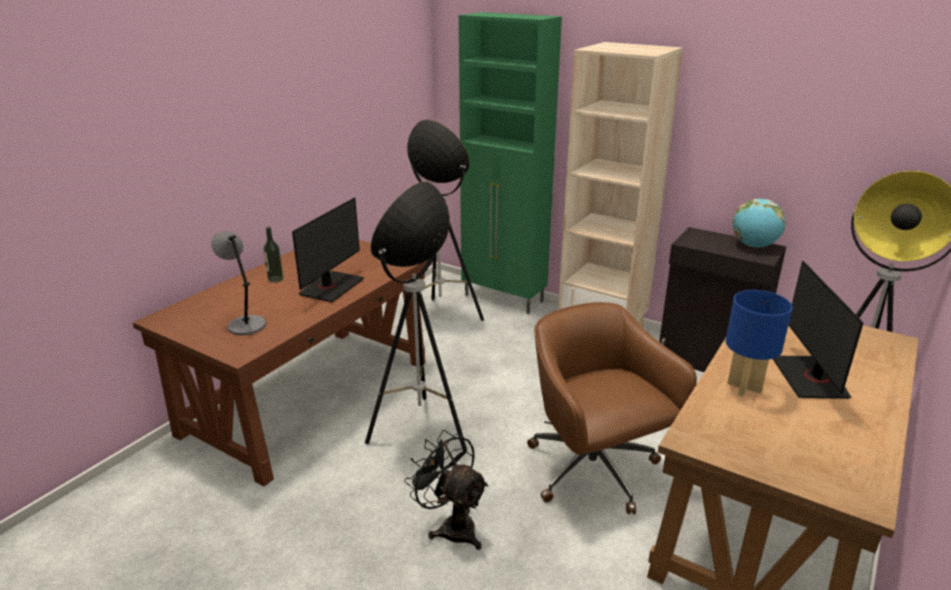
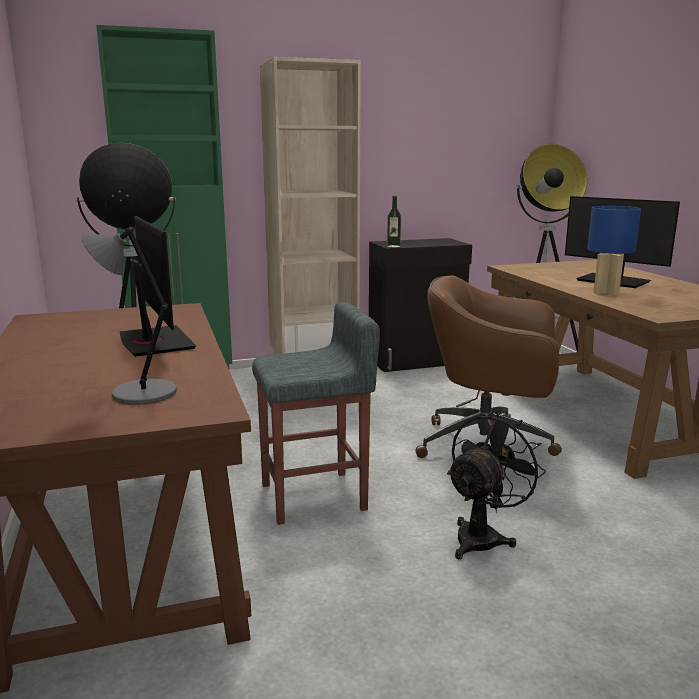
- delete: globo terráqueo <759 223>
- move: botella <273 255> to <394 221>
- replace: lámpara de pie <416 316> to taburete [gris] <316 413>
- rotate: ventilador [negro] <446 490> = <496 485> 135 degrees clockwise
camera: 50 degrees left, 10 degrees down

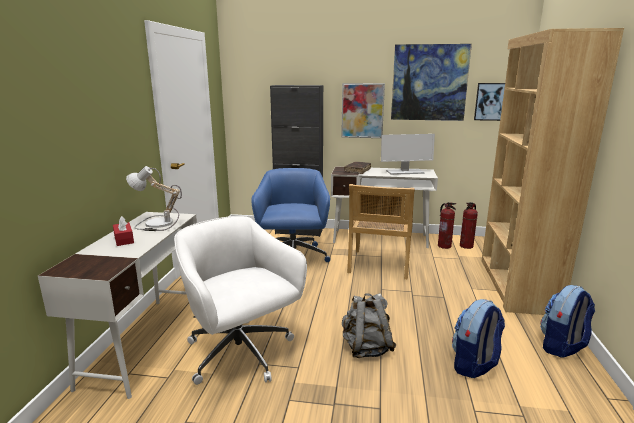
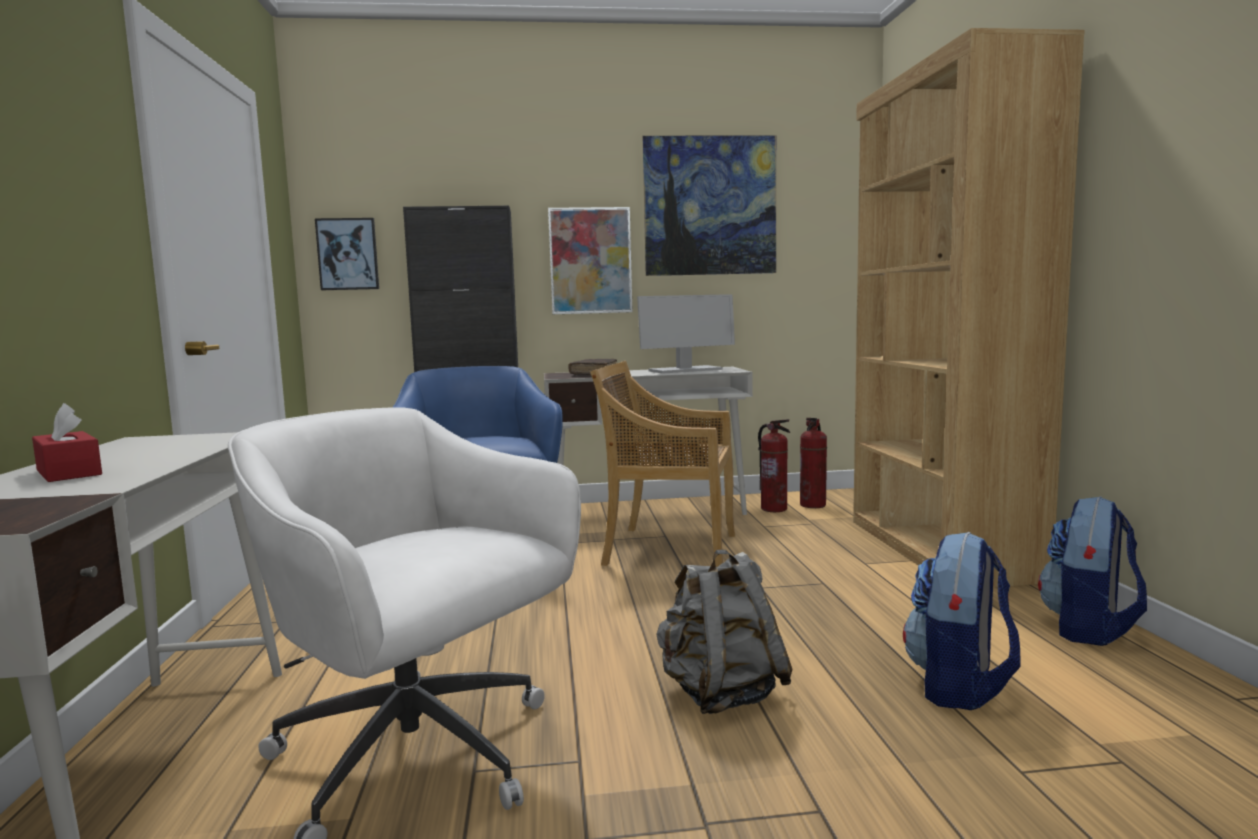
- delete: lámpara de mesa <154 198>
- move: cuadro <489 102> to <347 254>
- rotate: silla [beis] <381 231> = <662 464> 105 degrees clockwise
camera: 15 degrees left, 10 degrees down

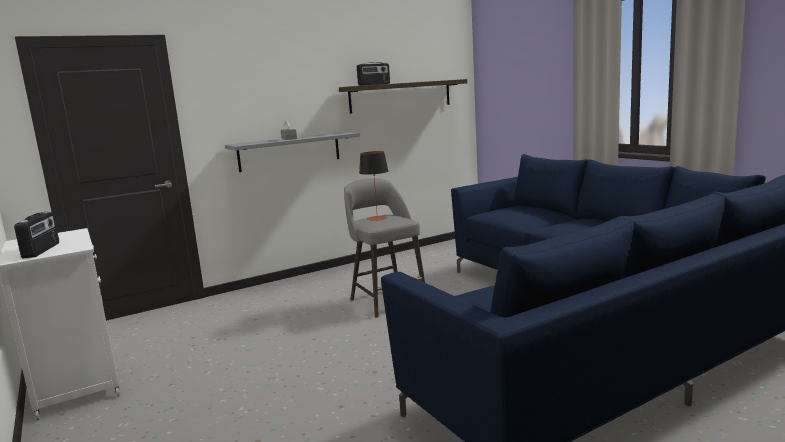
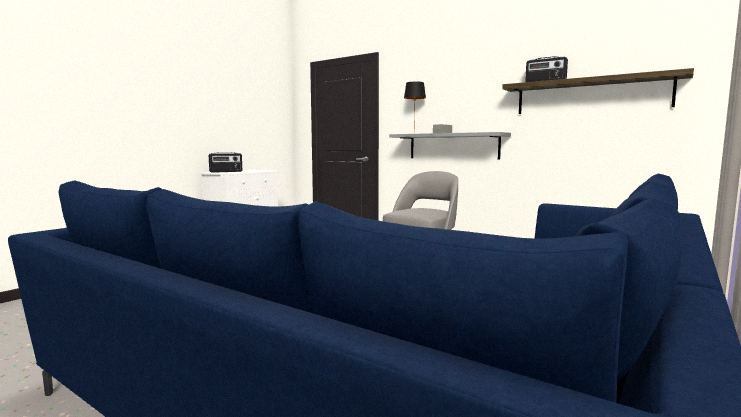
- move: lámpara de mesa <373 186> to <415 107>
camera: 65 degrees right, 5 degrees down

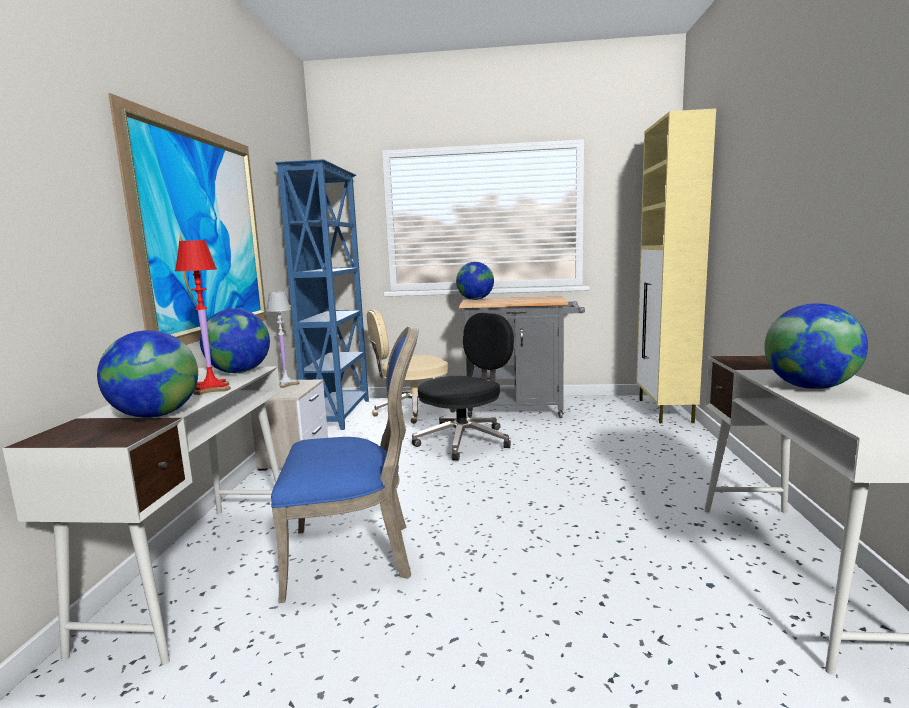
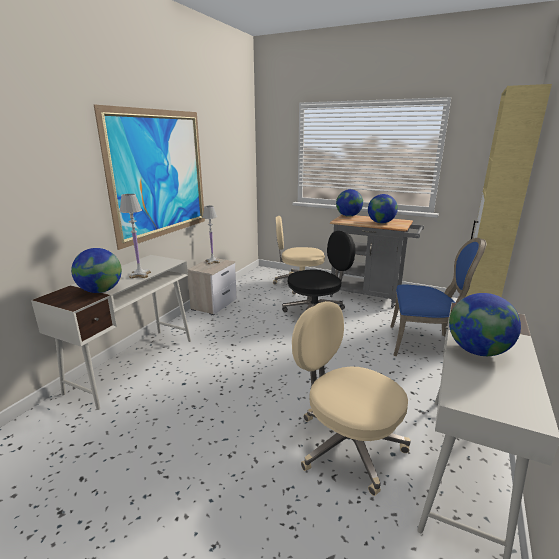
- delete: estantería [azul] <322 294>
- insert: silla de oficina [beis] <351 398>
- move: globo terráqueo <235 340> to <383 209>
- move: silla [azul] <345 465> to <438 297>
- recolor: lámpara de mesa [rojo] <203 317> to lámpara de mesa [blanco] <135 236>
camera: 20 degrees right, 10 degrees up

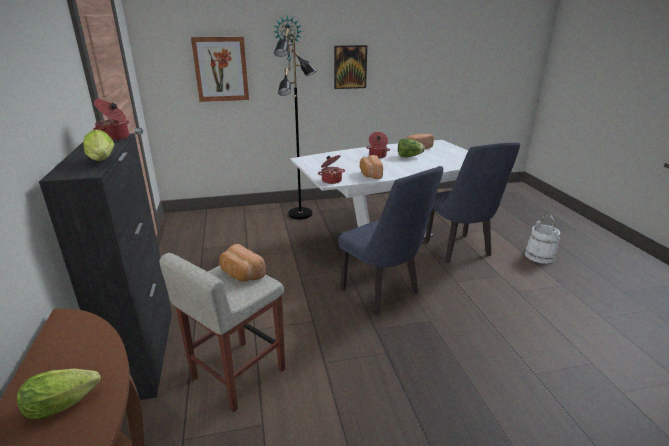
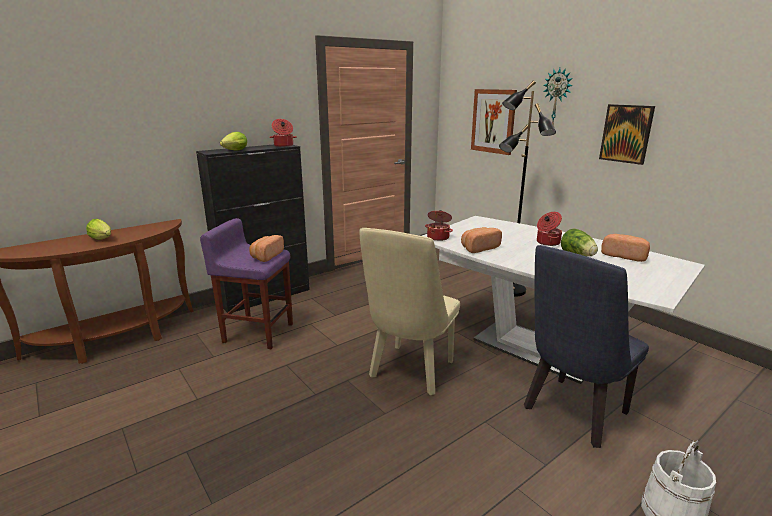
- recolor: taburete [beis] <222 332> to taburete [morado] <246 283>
- recolor: silla [azul] <390 240> to silla [beis] <409 311>
camera: 65 degrees right, 5 degrees down

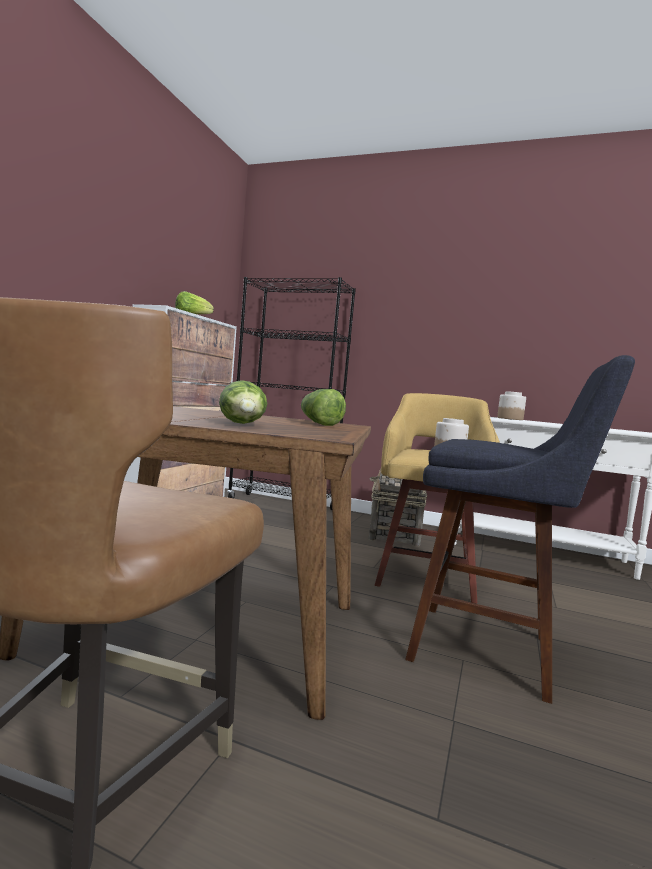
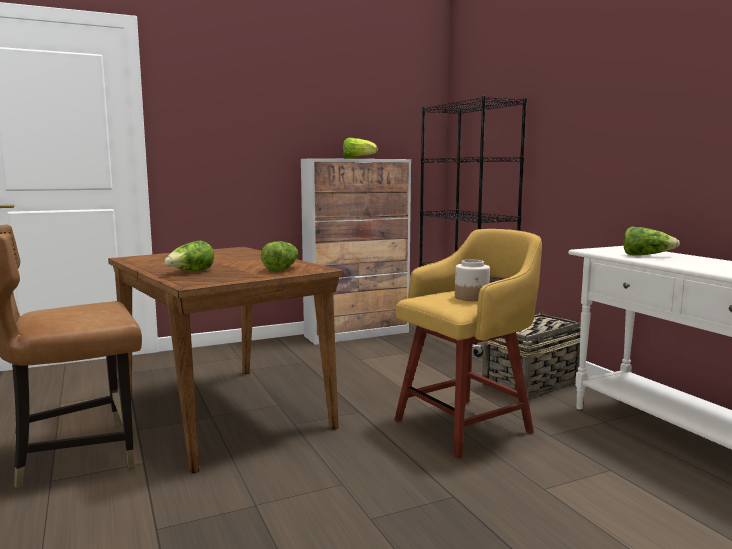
- delete: taburete [azul] <520 529>
- replace: tarro <511 405> to lechuga <651 241>
camera: 45 degrees right, 5 degrees up

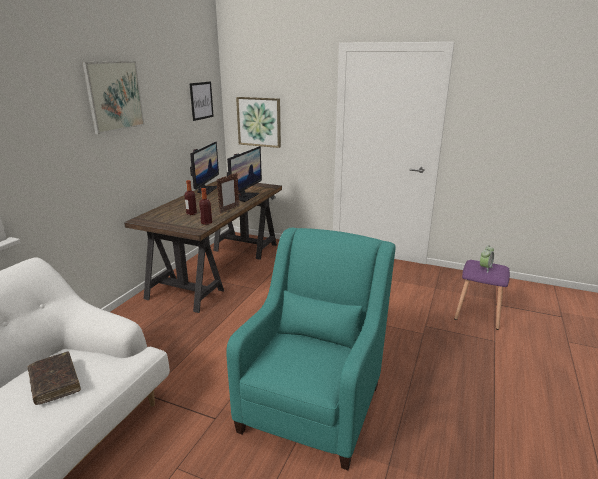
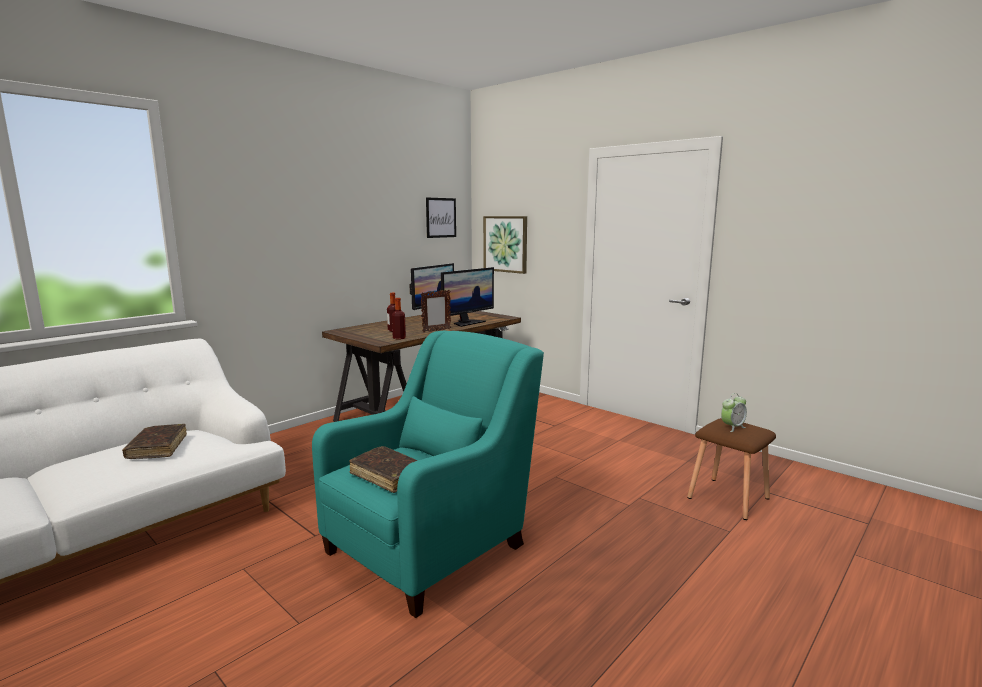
- delete: cuadro <113 97>
- insert: libro [marrón] <383 469>
- recolor: taburete [morado] <482 295> to taburete [marrón] <731 469>
camera: 20 degrees right, 10 degrees down

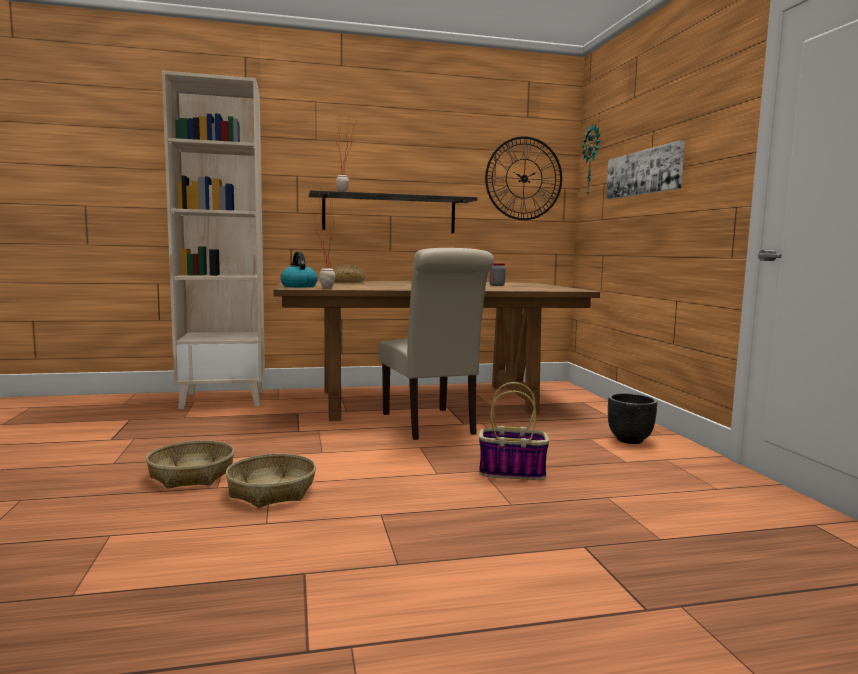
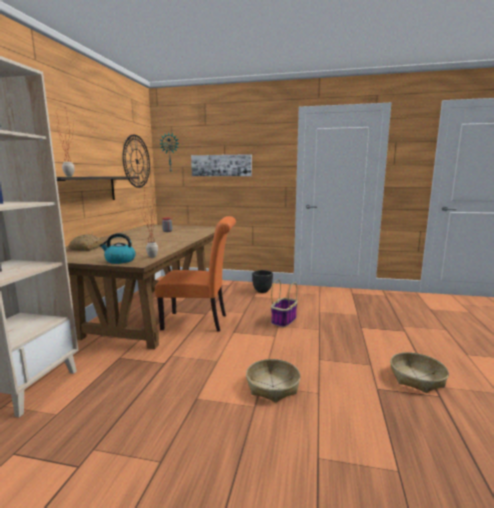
- move: cesta <190 464> to <419 372>
- recolor: silla [beis] <436 344> to silla [naranja] <195 273>
camera: 65 degrees left, 5 degrees up

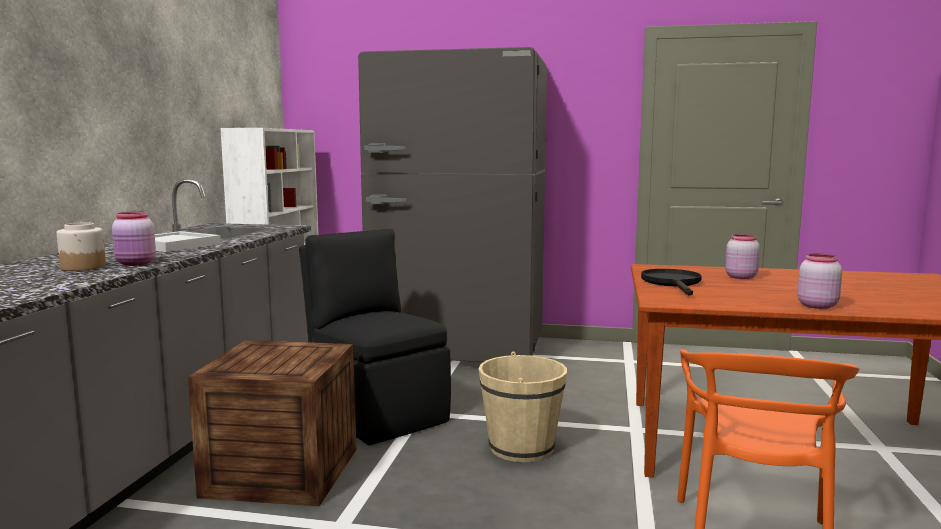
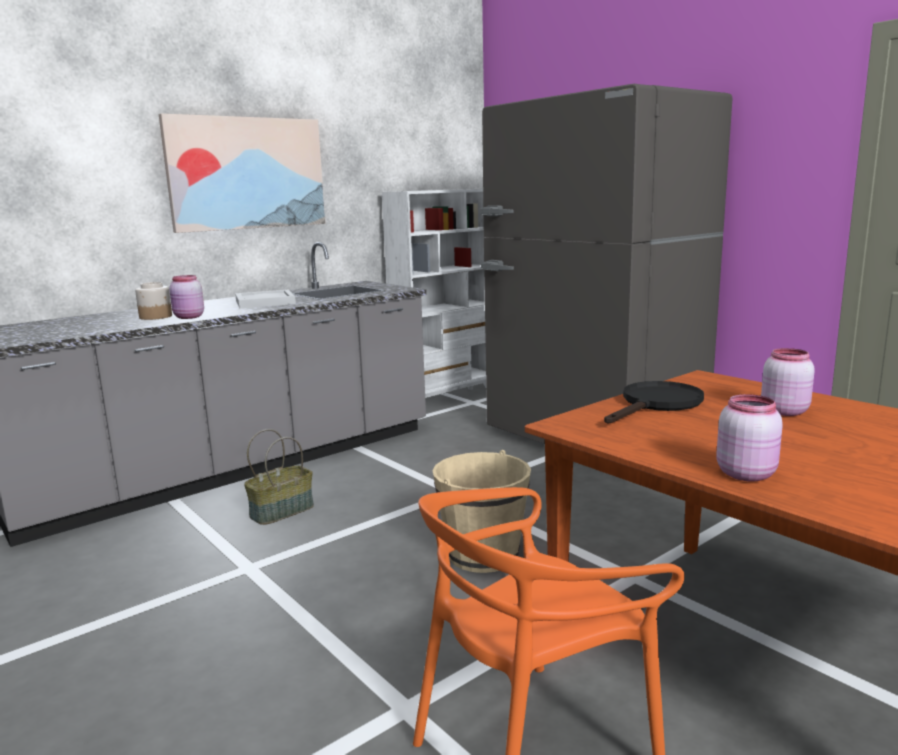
- delete: silla [negro] <375 337>
- insert: cuadro <242 173>
- replace: caja de embalaje <272 423> to cesta <279 477>
camera: 40 degrees right, 5 degrees up

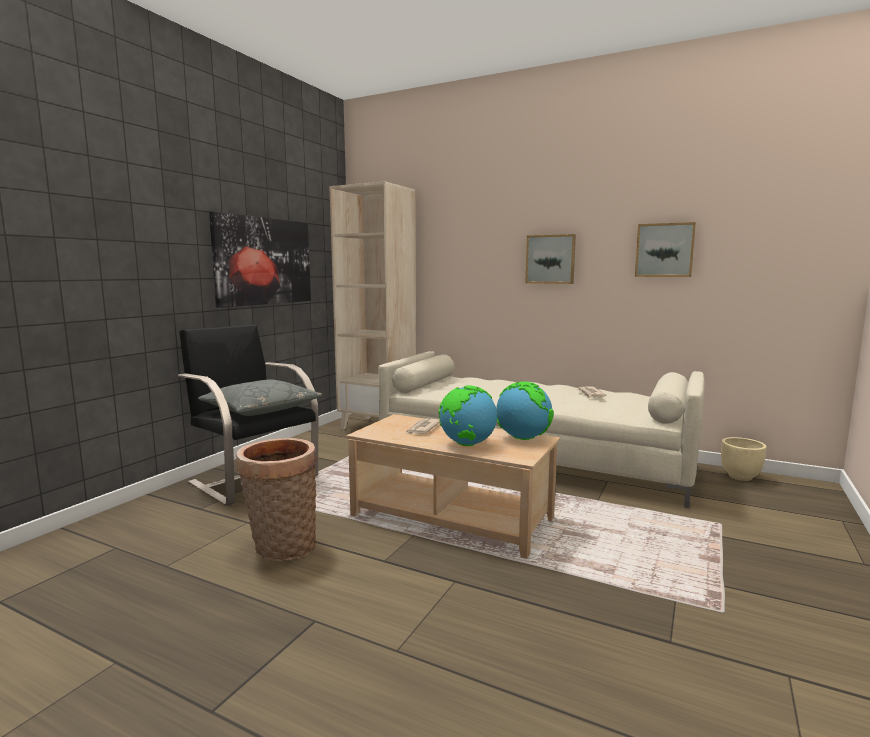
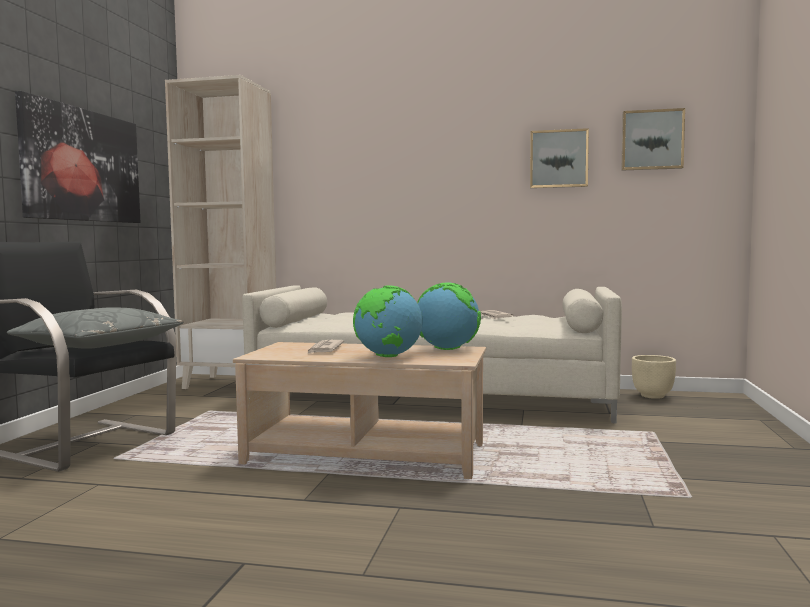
- delete: cesta <276 499>
- move: cuadro <551 259> to <653 139>
camera: 15 degrees left, 5 degrees down

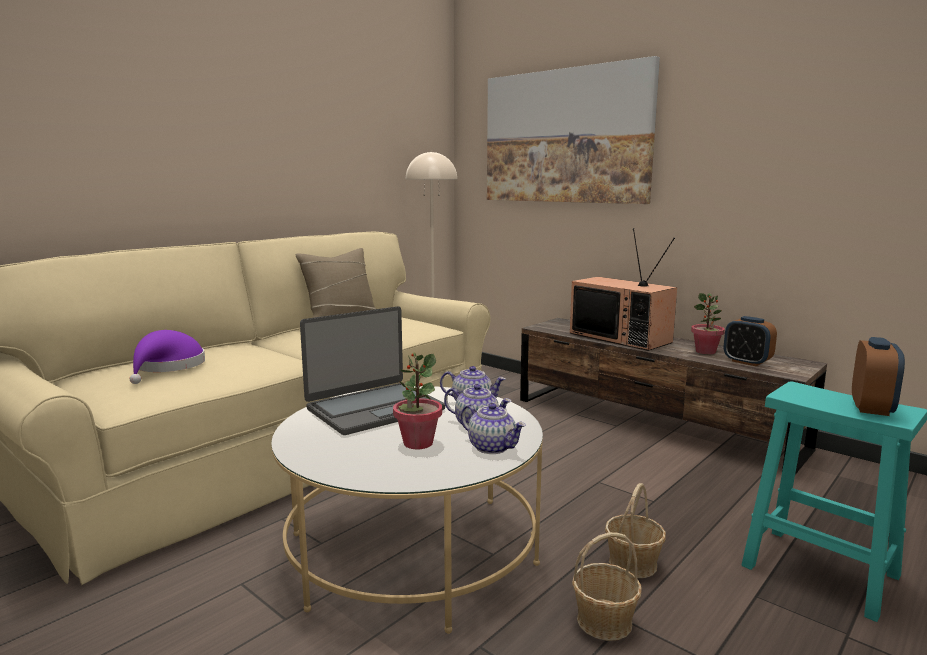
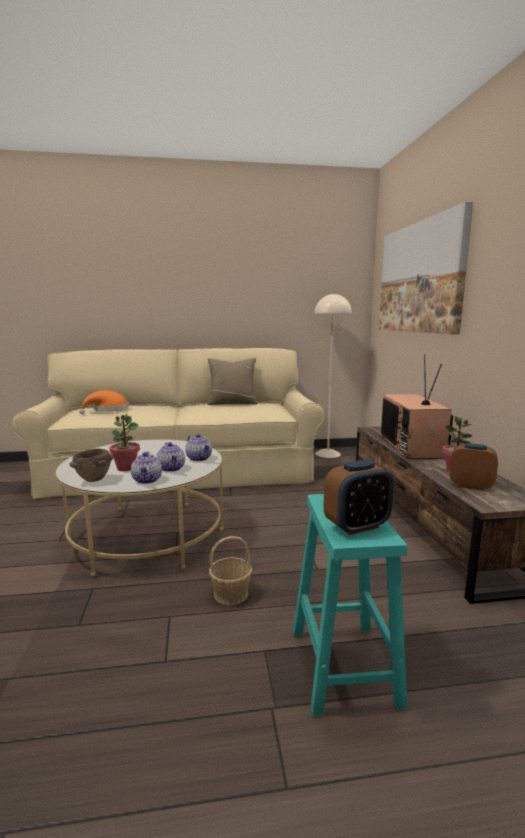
- delete: portátil <372 370>
- delete: cesta <607 586>
- insert: cuenco [marrón] <91 465>
- recolor: sombrero [morado] <167 357> to sombrero [naranja] <104 402>
- rotate: despertador <750 341> = <474 467> 120 degrees clockwise
camera: 40 degrees right, 0 degrees up

